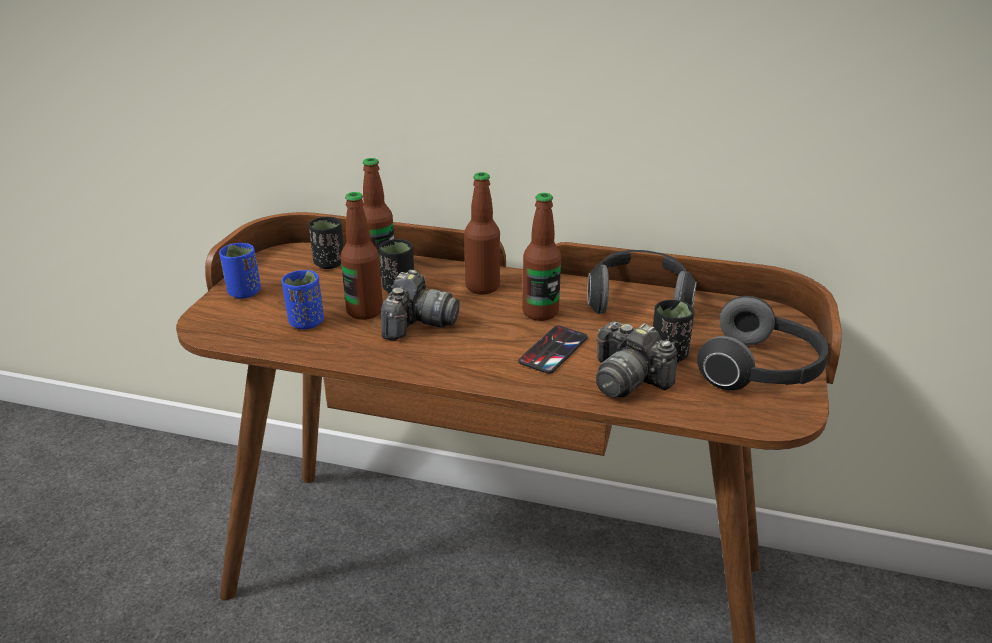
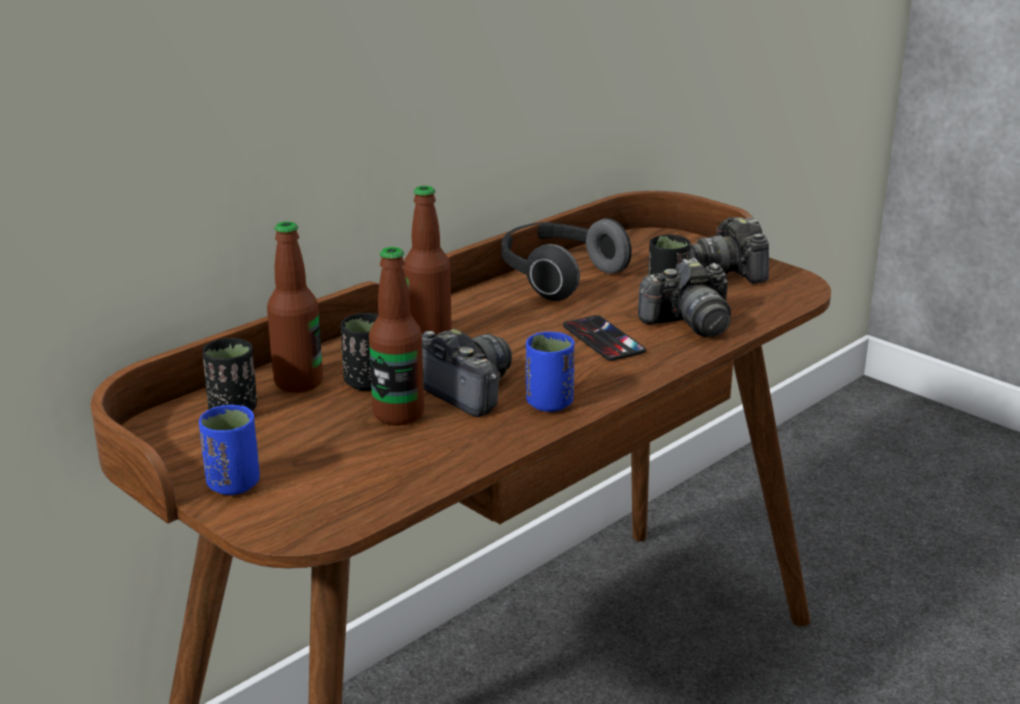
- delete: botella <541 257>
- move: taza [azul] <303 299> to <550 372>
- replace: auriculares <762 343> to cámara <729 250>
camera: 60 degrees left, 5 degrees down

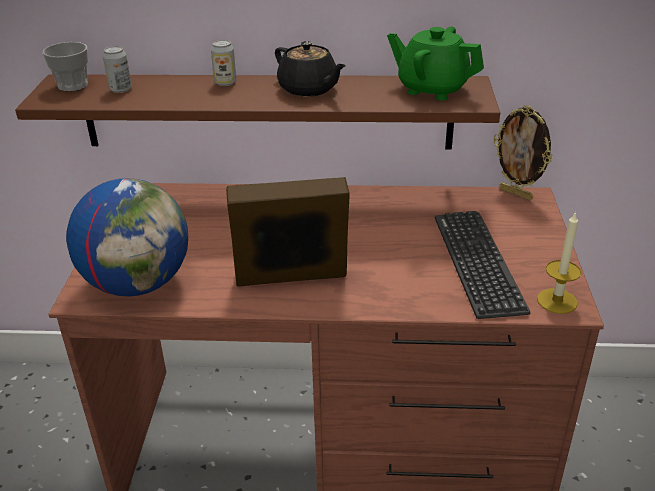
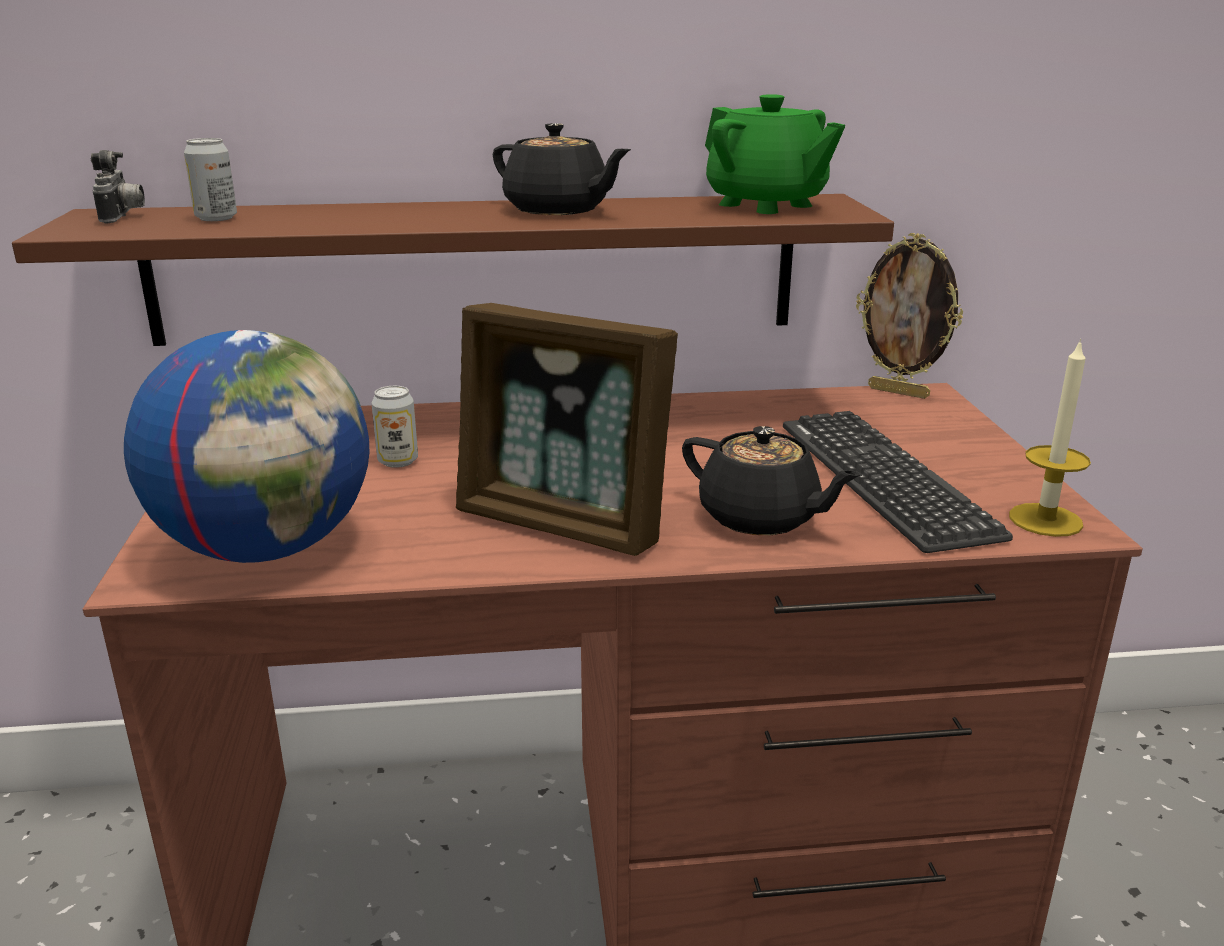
- insert: tetera [negro] <772 480>
- move: lata <223 63> to <395 427>
- replace: taza <65 66> to cámara <118 186>
- rotate: portarretratos <288 232> = <567 429> 135 degrees counterclockwise
- rotate: tetera [verde] <435 64> = <775 154> 150 degrees counterclockwise
camera: 10 degrees left, 10 degrees down

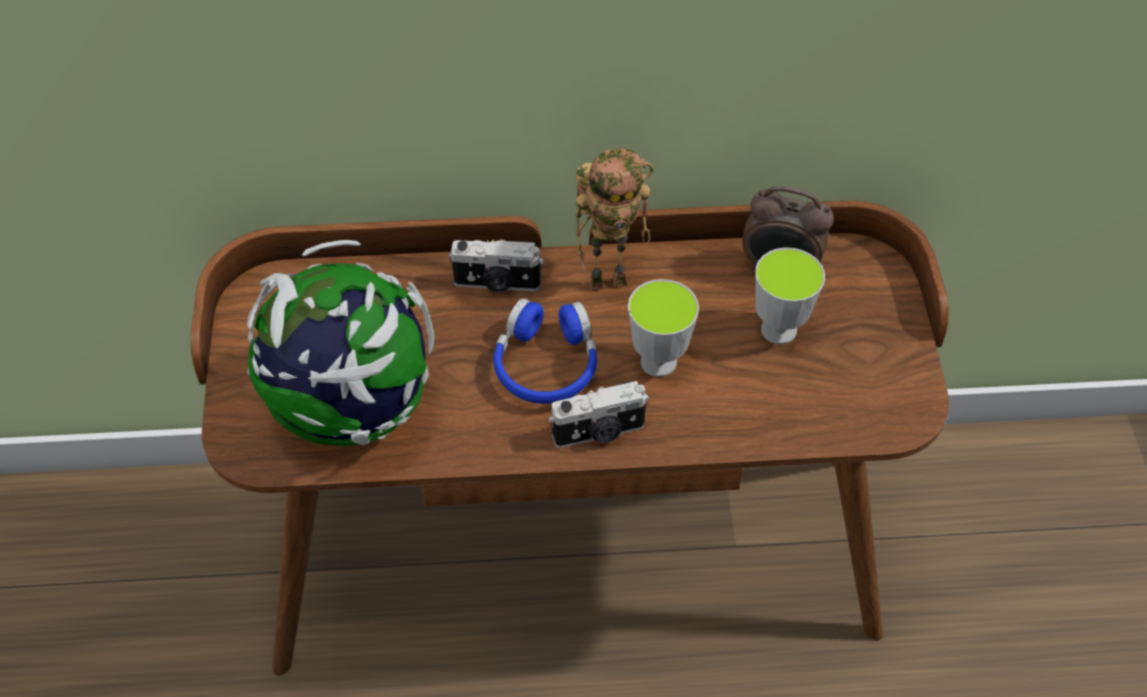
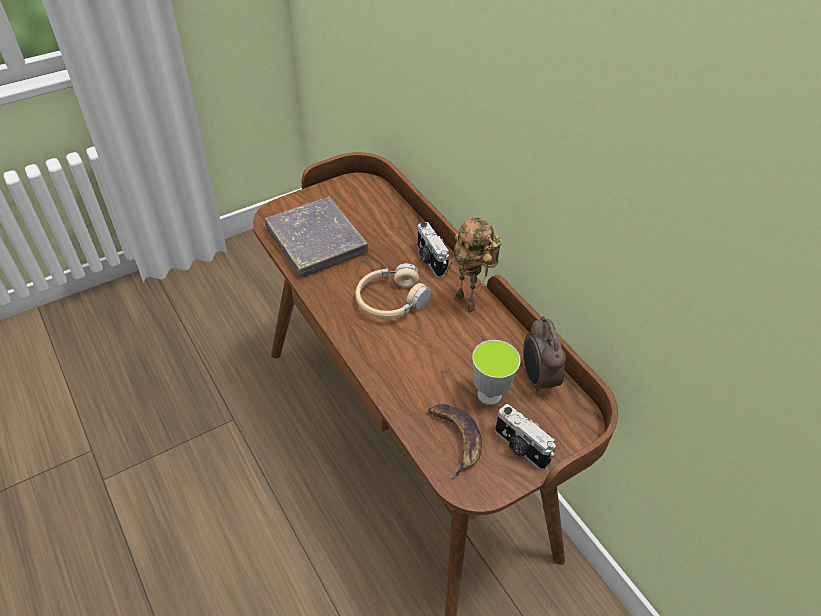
- delete: taza <663 328>
- insert: plátano <455 441>
- move: cámara <599 414> to <525 437>
- replace: globo terráqueo <340 343> to libro [gris] <316 237>
- recolor: auriculares [azul] <545 351> to auriculares [beis] <393 291>
camera: 60 degrees right, 5 degrees down

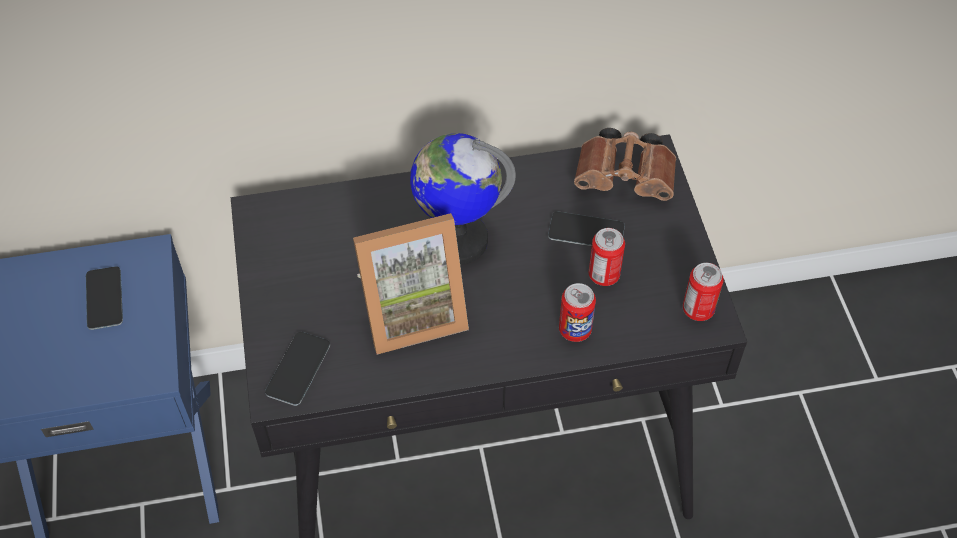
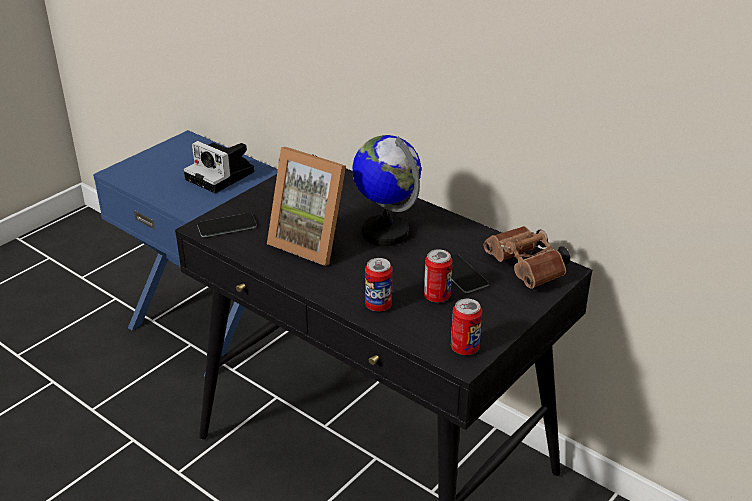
- replace: móvil <104 298> to cámara <219 167>
camera: 50 degrees right, 20 degrees down

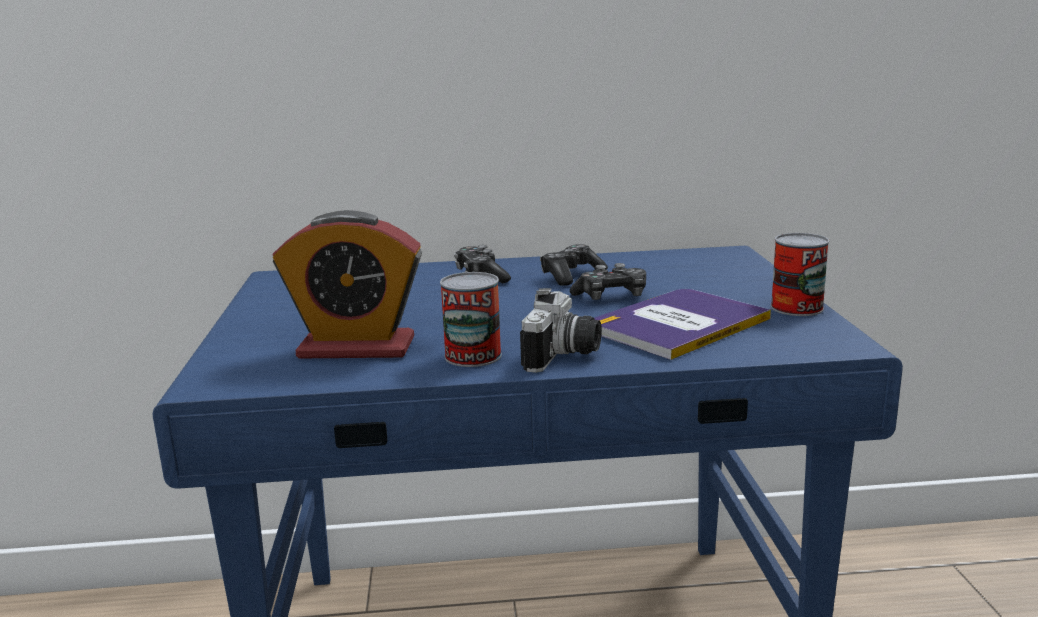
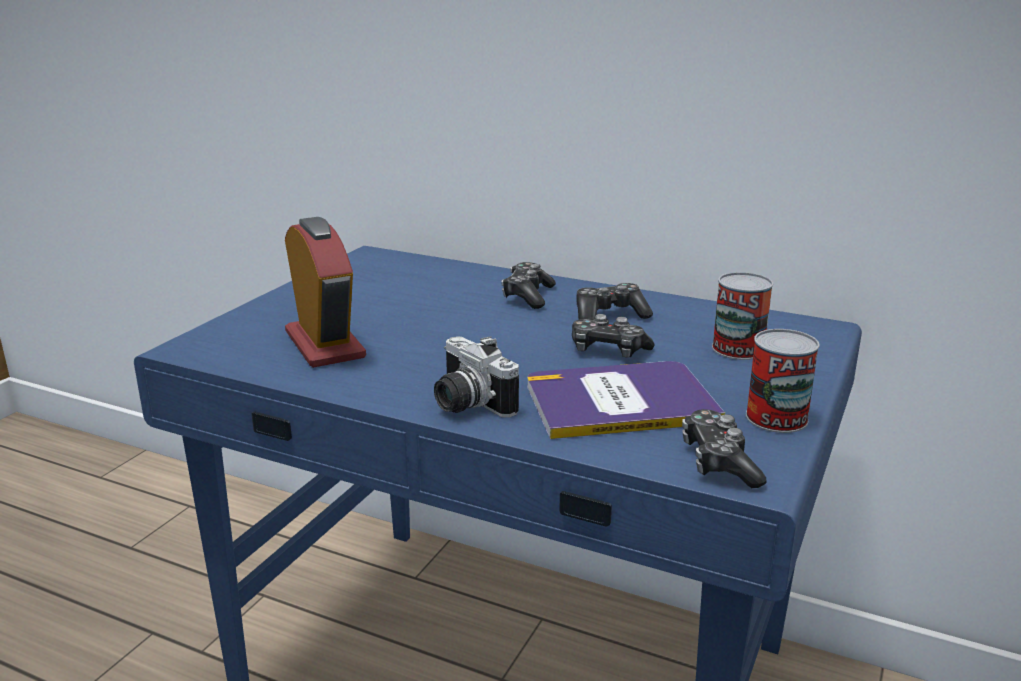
- insert: mando de consola <724 448>
- move: lata <471 319> to <742 316>
- rotate: despertador <347 284> = <325 292> 150 degrees counterclockwise
- rotate: cámara <561 330> = <476 377> 90 degrees clockwise
camera: 30 degrees right, 5 degrees up

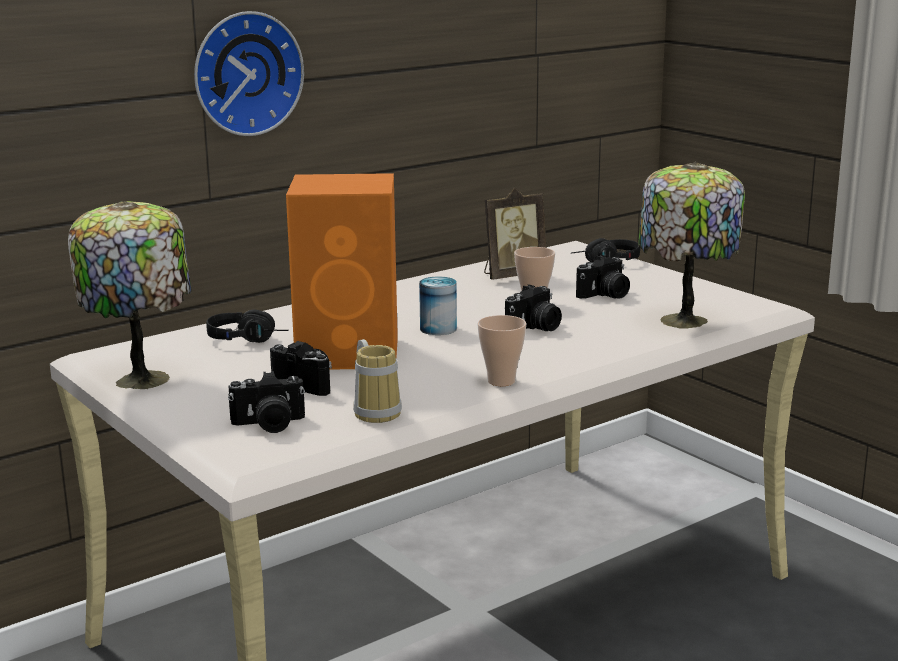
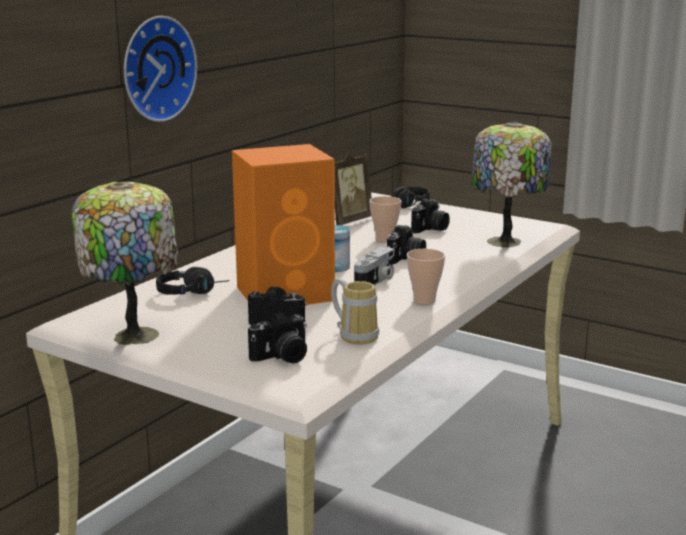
- insert: cámara <374 266>
camera: 20 degrees left, 0 degrees up

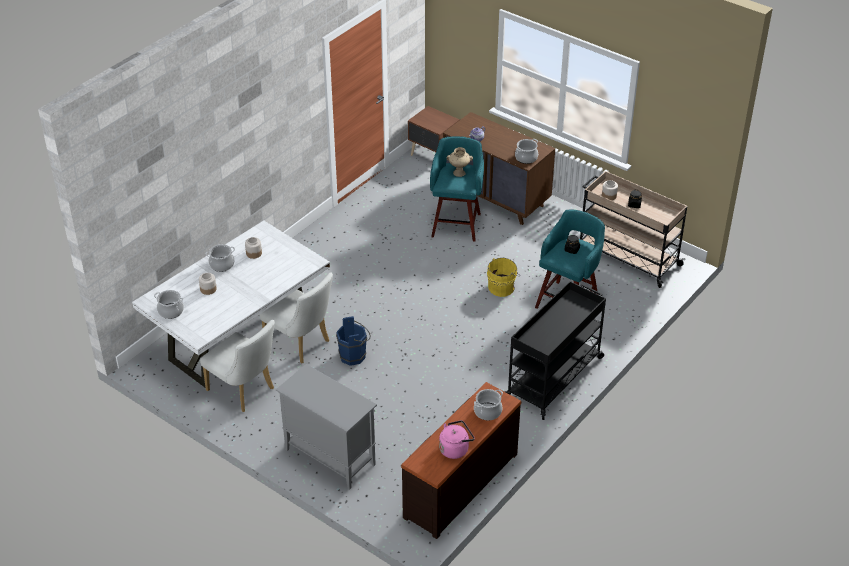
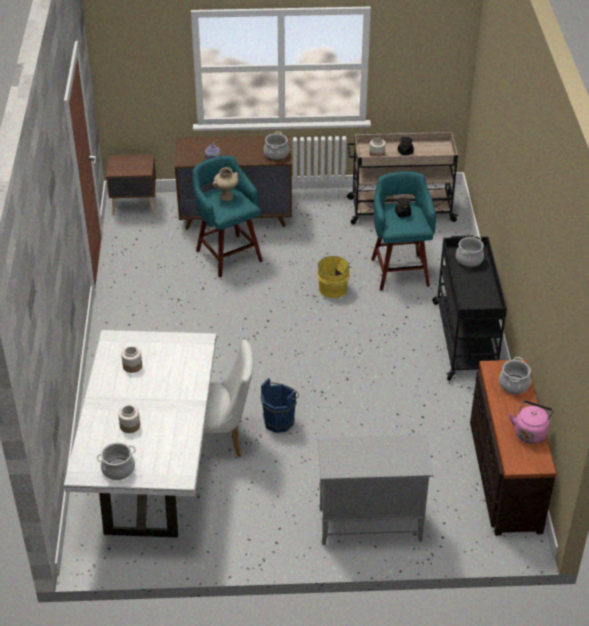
- delete: silla [blanco] <237 366>
- move: olla <220 258> to <470 251>
camera: 40 degrees left, 0 degrees up

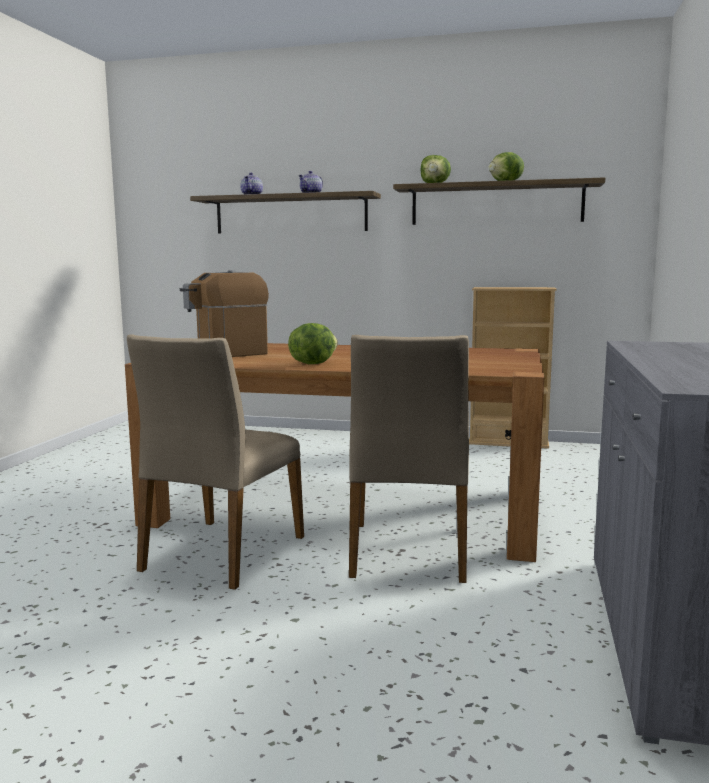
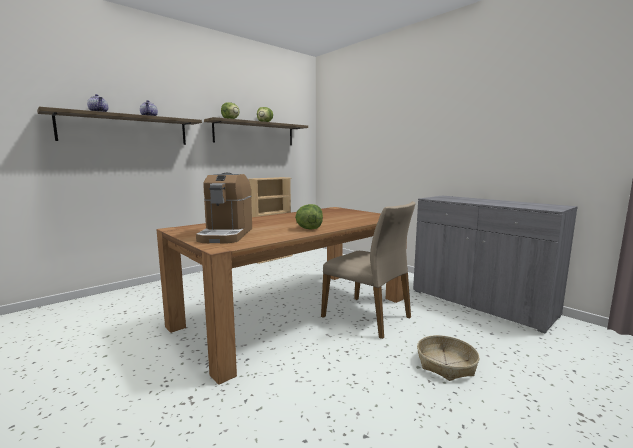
- delete: silla [beis] <215 462>
- insert: cesta <448 358>
camera: 55 degrees left, 0 degrees up

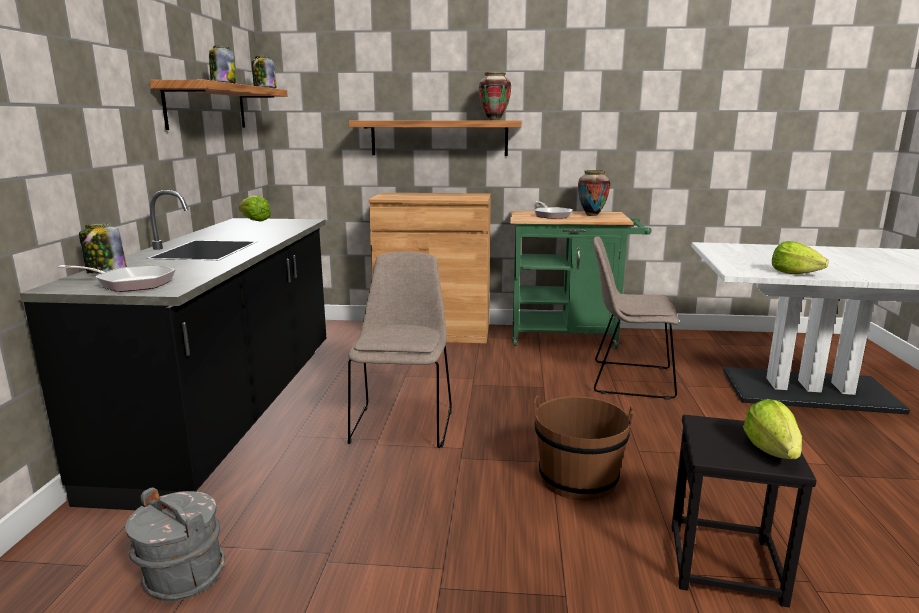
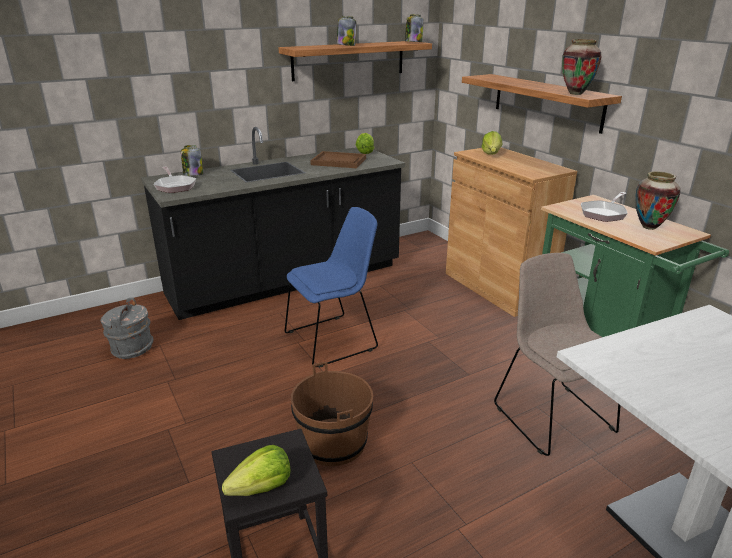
- insert: bandeja [marrón] <338 159>
- move: lechuga <800 257> to <492 143>
- recolor: silla [beis] <399 350> to silla [azul] <331 287>
camera: 55 degrees right, 10 degrees up

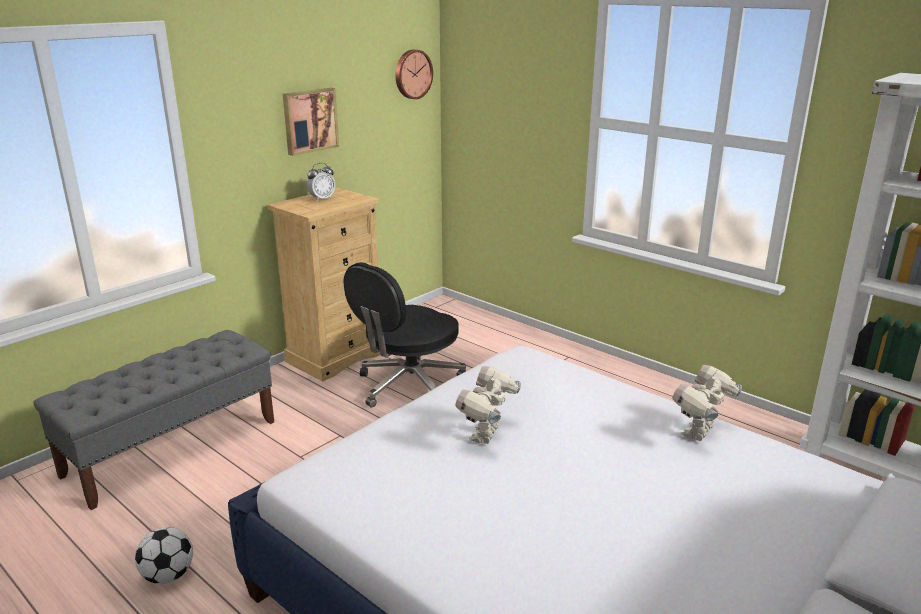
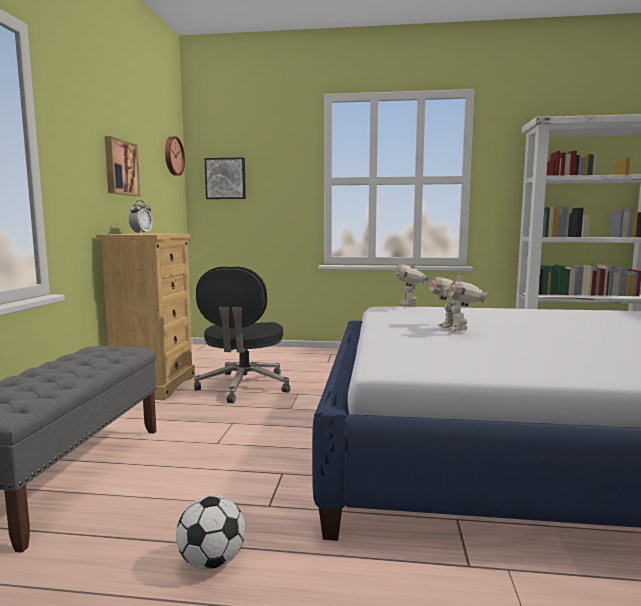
- insert: cuadro <225 178>
- move: robot de juguete <707 403> to <412 283>
camera: 35 degrees left, 15 degrees down

